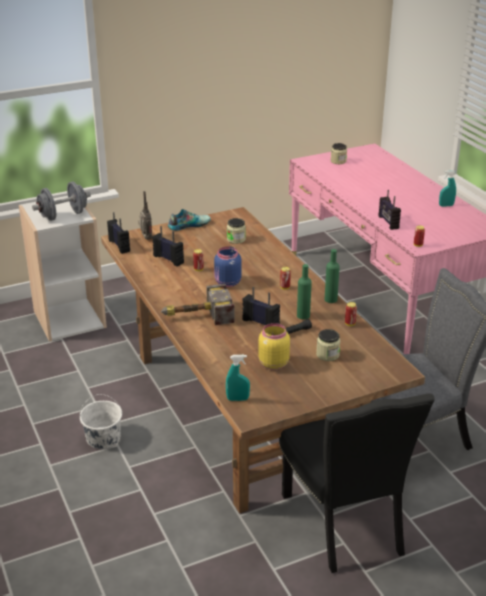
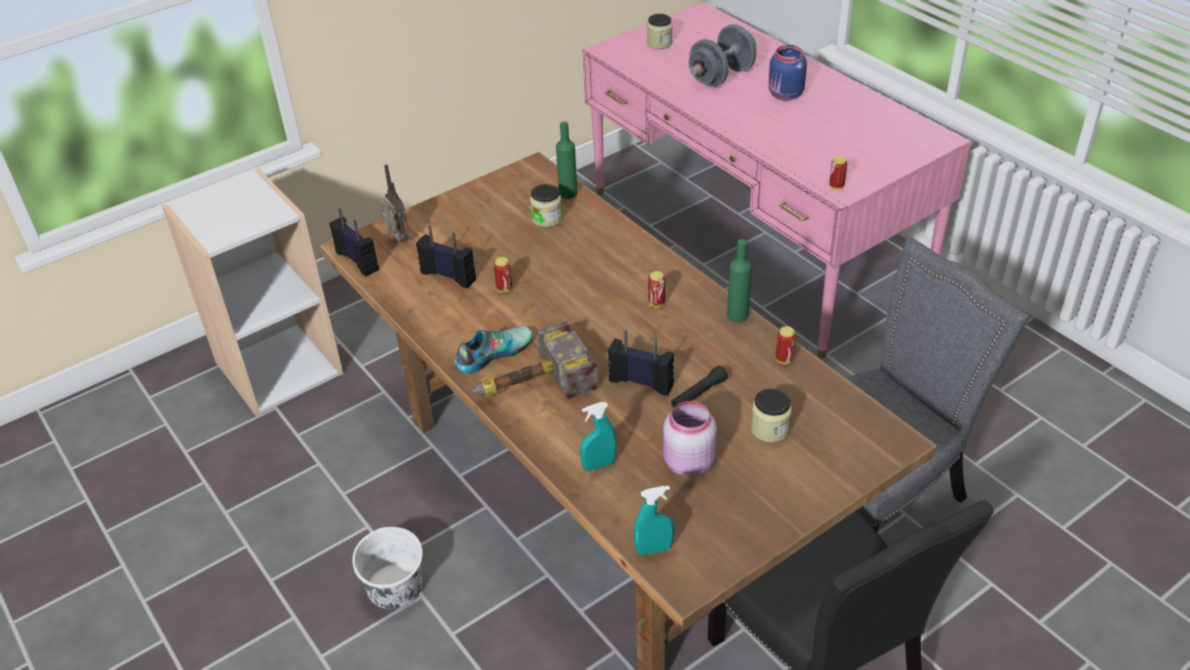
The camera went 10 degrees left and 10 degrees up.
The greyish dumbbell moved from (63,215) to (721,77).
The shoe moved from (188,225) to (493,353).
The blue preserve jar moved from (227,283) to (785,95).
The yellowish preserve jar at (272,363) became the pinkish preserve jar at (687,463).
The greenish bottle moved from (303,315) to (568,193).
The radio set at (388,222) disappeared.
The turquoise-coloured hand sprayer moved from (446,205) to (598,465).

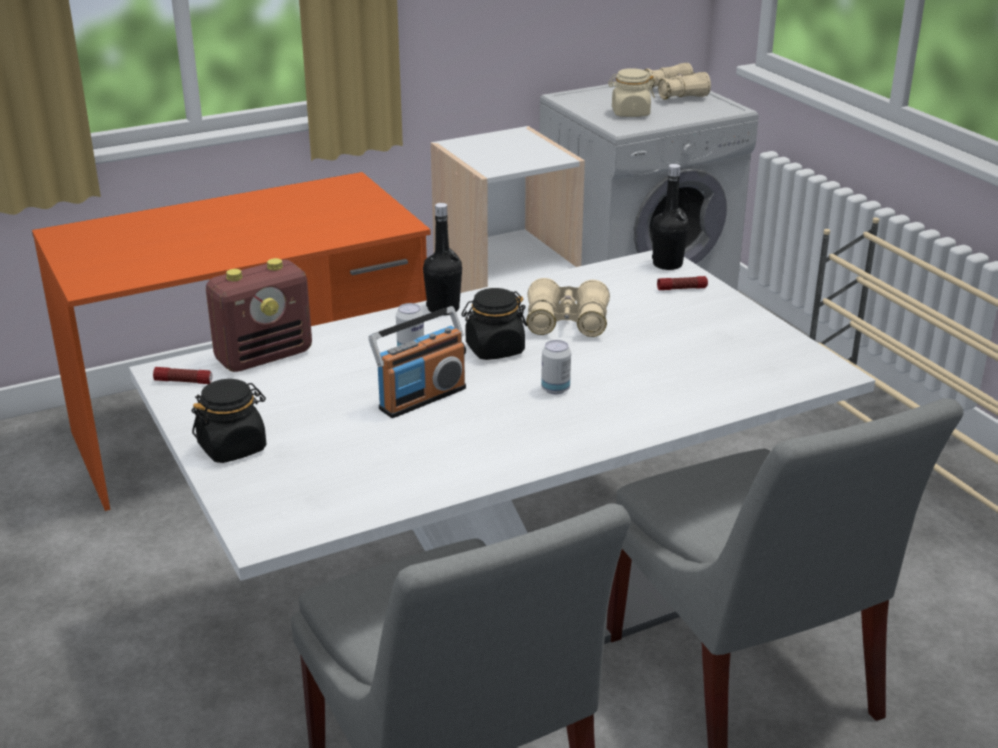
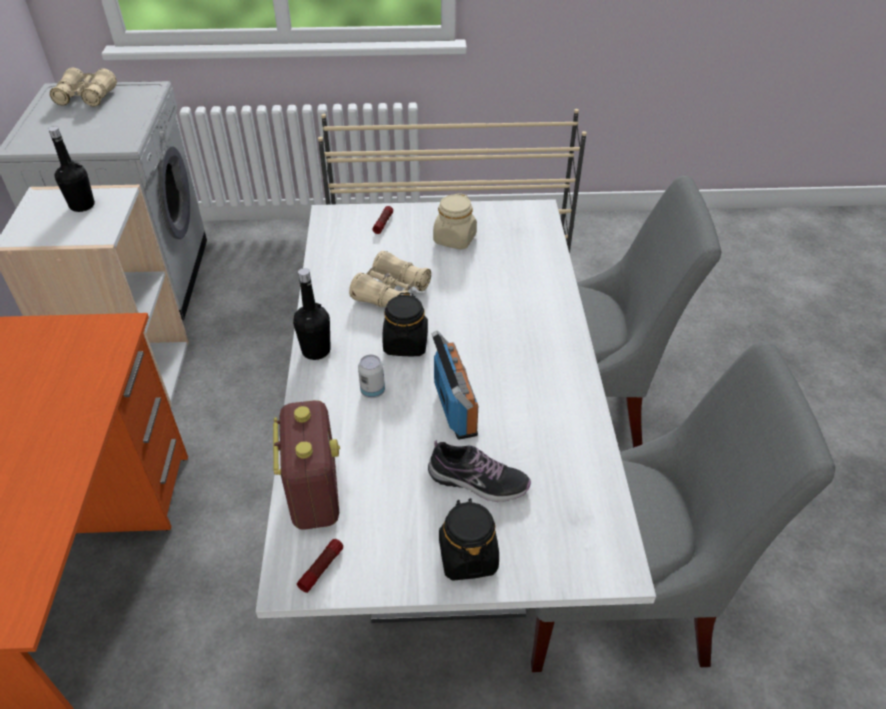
The camera went 65 degrees left and 15 degrees up.
The sealed can at (555,389) disappeared.
The beige preserve jar moved from (630,113) to (454,239).
The black-coloured bottle moved from (667,264) to (82,205).
The shoe at (478,481) appeared.

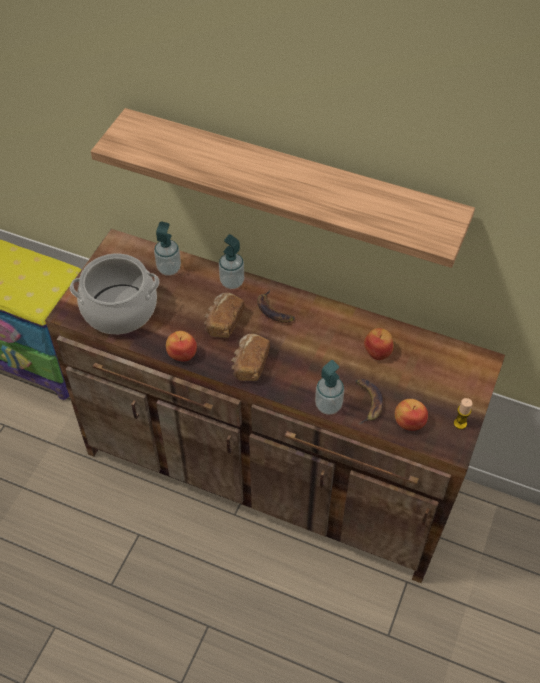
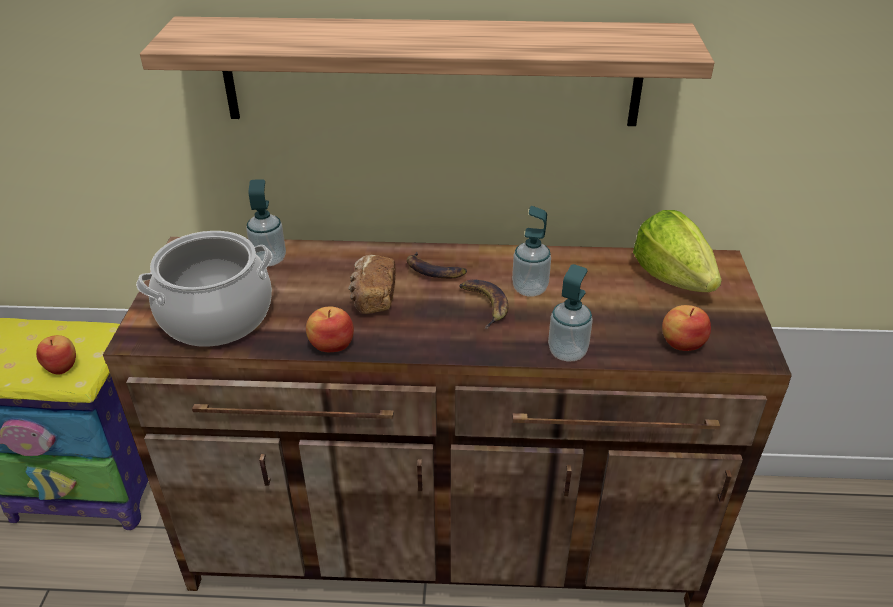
The camera went 20 degrees left and 15 degrees down.
The liquid soap bottle moved from (232,282) to (529,289).
The baked bread at (249,364) disappeared.
The banana moved from (367,402) to (484,304).
The apple moved from (378,351) to (62,366).
The wax candle at (460,423) disappeared.
The lettuce head at (672,277) appeared.

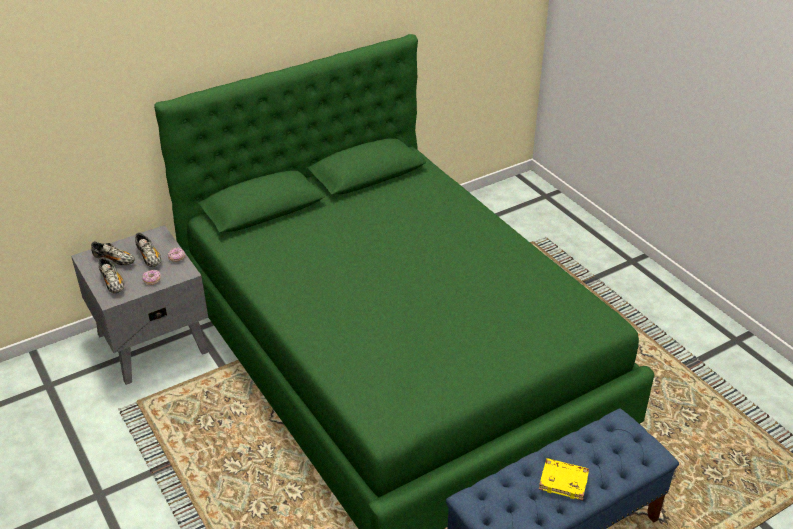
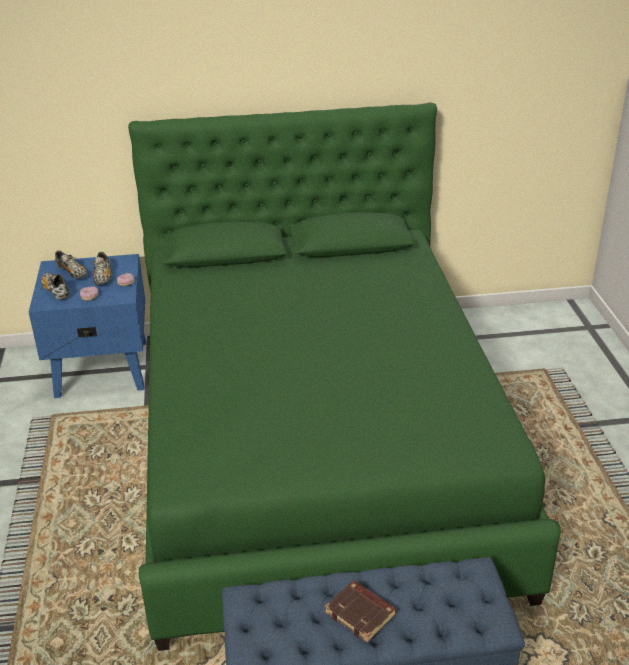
The camera went 25 degrees right and 5 degrees down.
The greyish nightstand at (153,342) became the blue nightstand at (103,368).
The shoe at (113,283) turned 150 degrees clockwise.
The yellowish volume at (564,481) became the brown volume at (361,614).

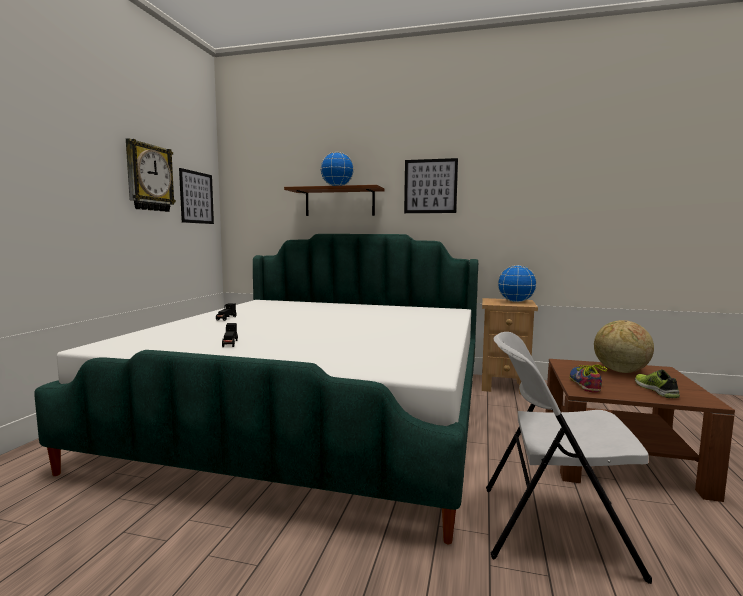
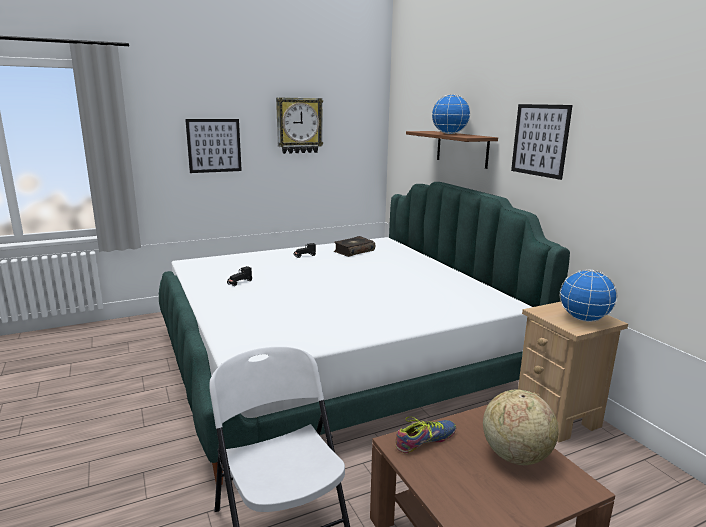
The camera went 50 degrees right and 10 degrees up.
The wall art moved from (196,197) to (214,145).
The shoe at (656,390) disappeared.
The volume at (353,251) appeared.

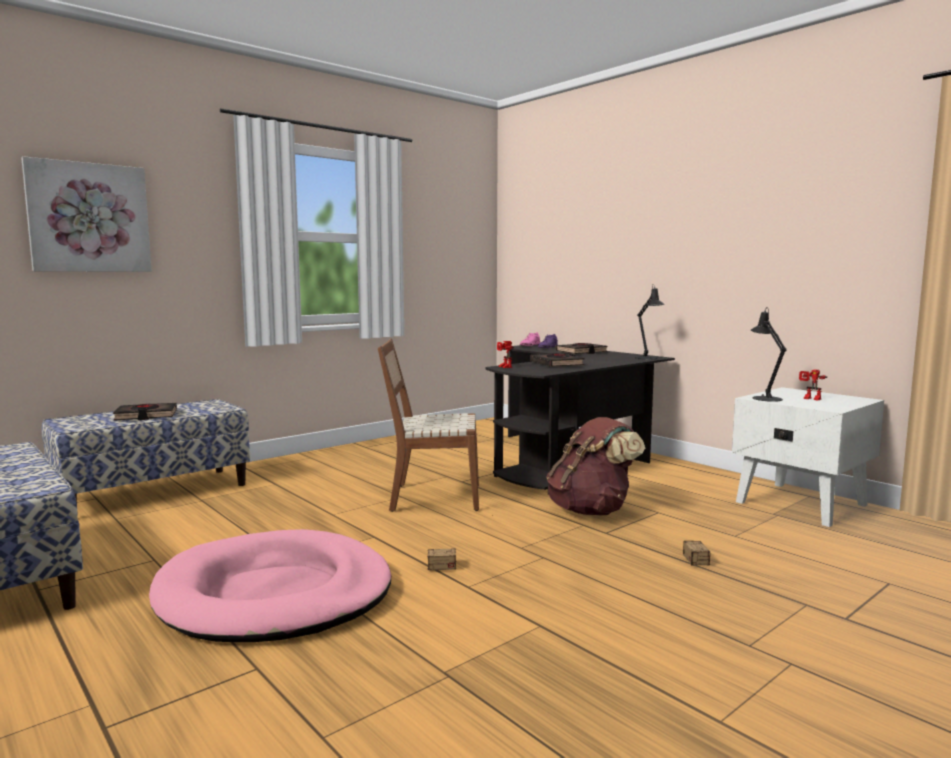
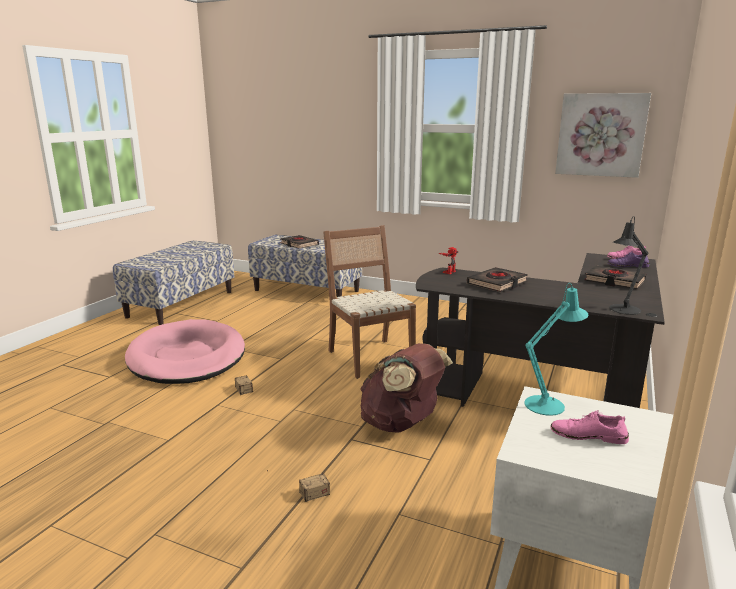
The camera went 65 degrees right and 10 degrees up.
The wall art moved from (89,218) to (601,135).
The black-coloured tabletop lamp at (765,398) became the turquoise-coloured tabletop lamp at (548,403).
The toy robot at (810,399) was replaced by the pinkish shoe at (588,435).

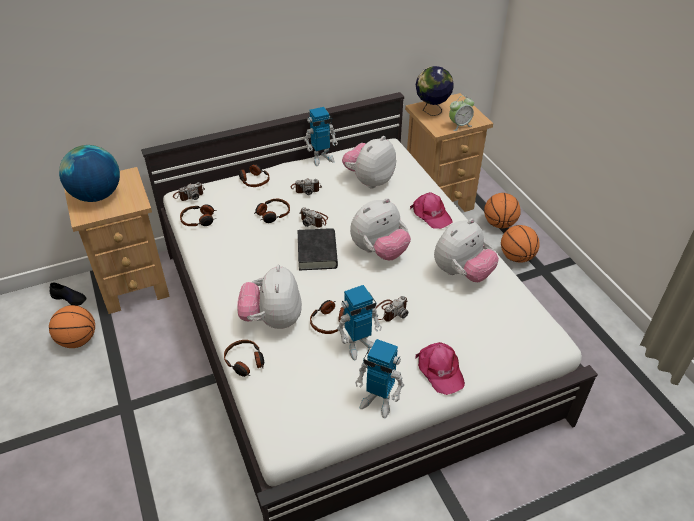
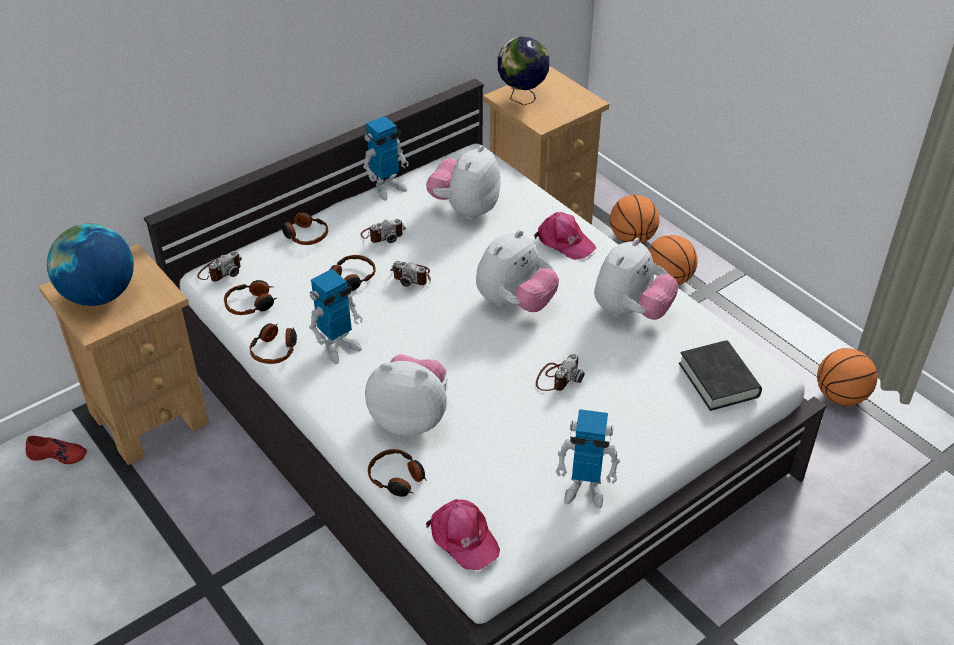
The camera went 15 degrees left and 0 degrees up.
The black-coloured shoe at (69,298) became the reddish shoe at (58,455).
The ball for basketball moved from (78,340) to (840,396).
The cuddly toy at (272,320) turned 120 degrees clockwise.
The black-coloured volume moved from (317,253) to (718,380).
The headset moved from (330,321) to (275,349).
The toy robot moved from (359,345) to (338,347).
The pinkish baseball cap moved from (440,370) to (463,538).
The table clock at (459,125) disappeared.

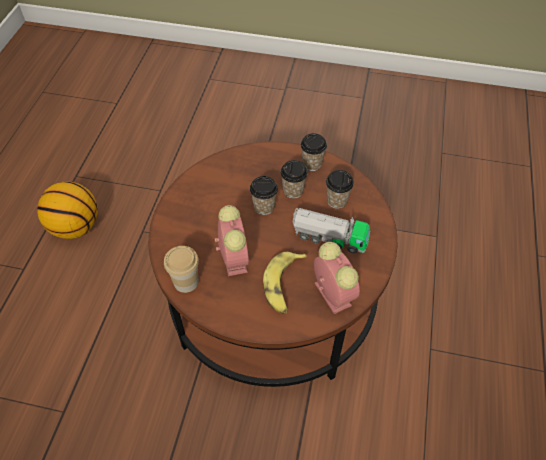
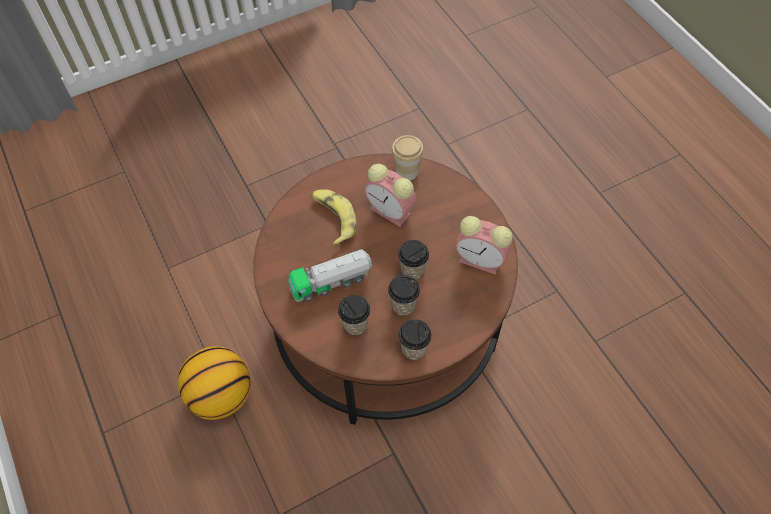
The camera went 140 degrees right and 5 degrees up.
The ball for basketball moved from (76,227) to (221,395).
The table clock moved from (331,293) to (482,260).

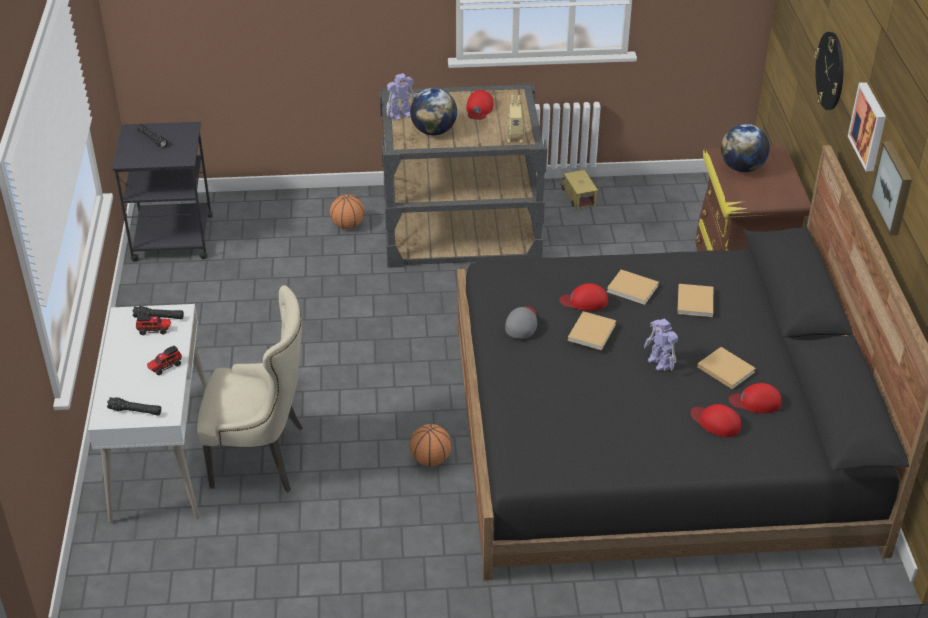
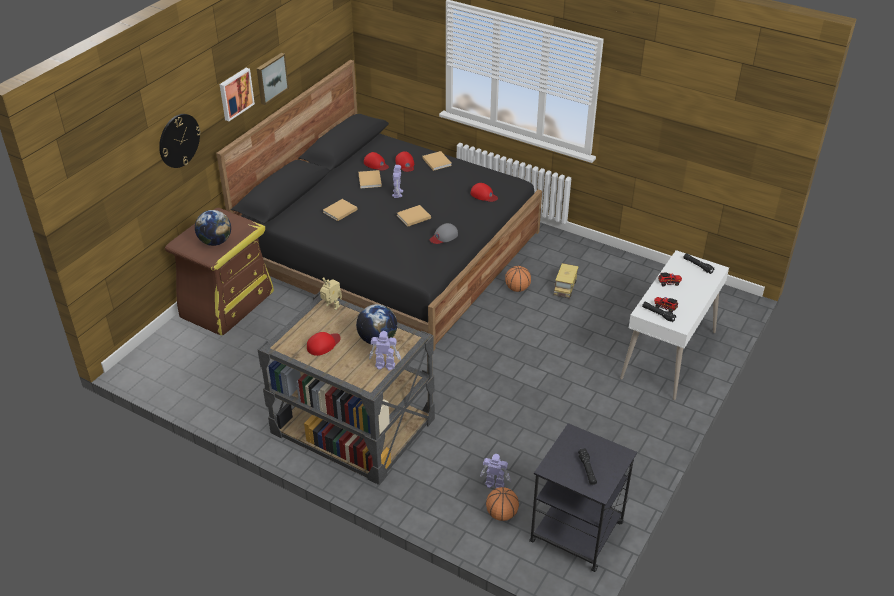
The camera went 145 degrees left and 0 degrees up.
The beige upright chair at (261,458) disappeared.
The ball for basketball moved from (348,225) to (501,514).
The reddish baseball cap moved from (584,301) to (484,195).
The toy truck moved from (578,196) to (565,287).
The beige volume moved from (633,289) to (436,161).
The toy robot at (494,484) appeared.

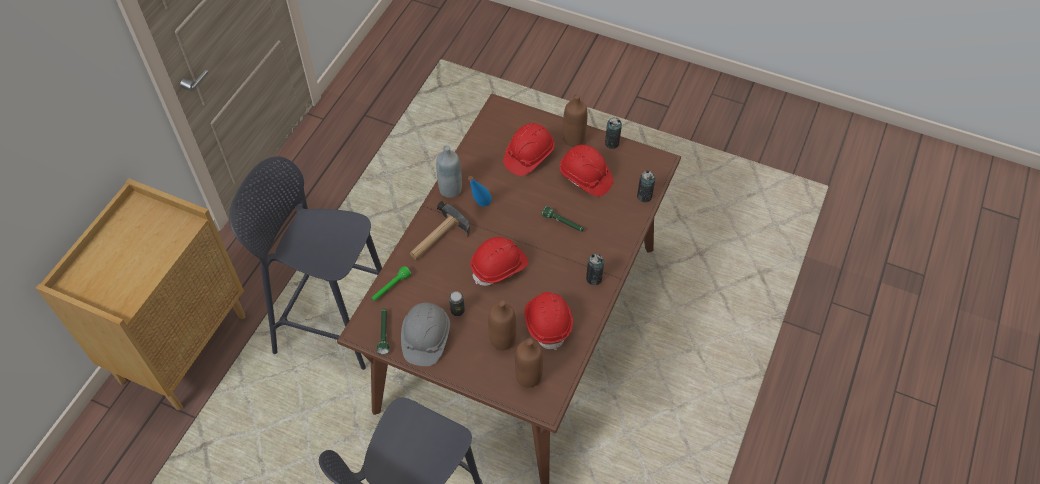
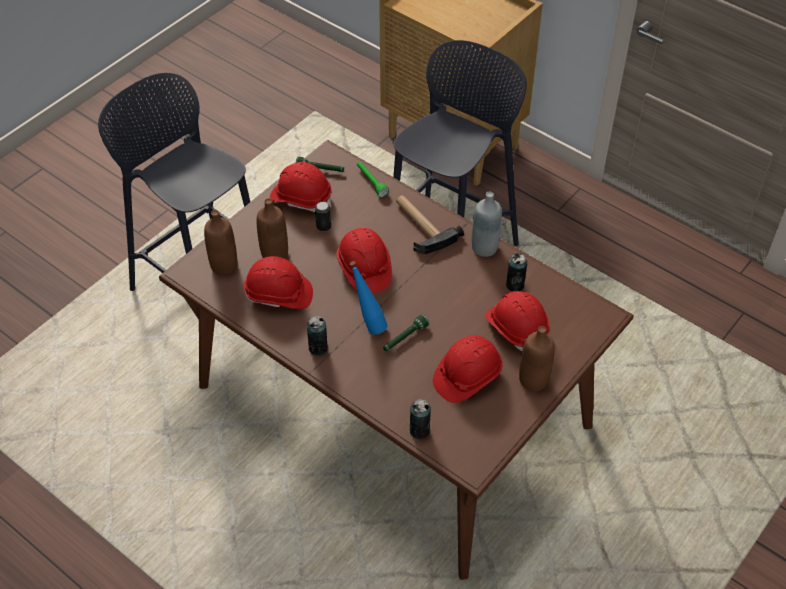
The camera went 105 degrees right and 5 degrees down.
The greyish work helmet at (425,338) became the reddish work helmet at (301,198).
The blue bottle moved from (479,207) to (368,324).
The sealed can moved from (612,143) to (515,285).

